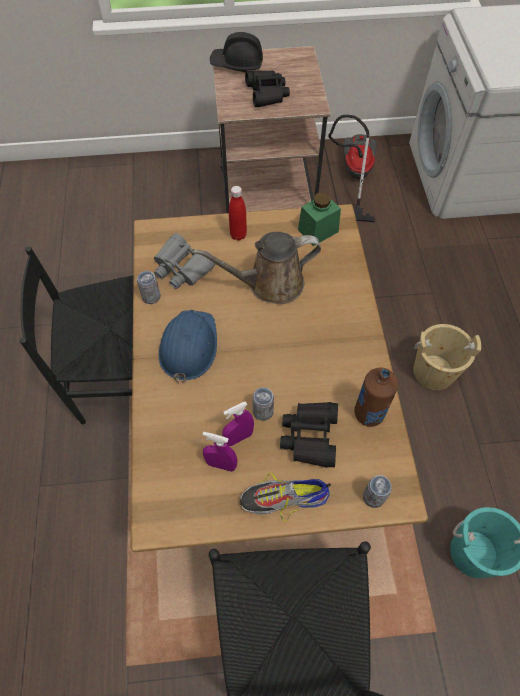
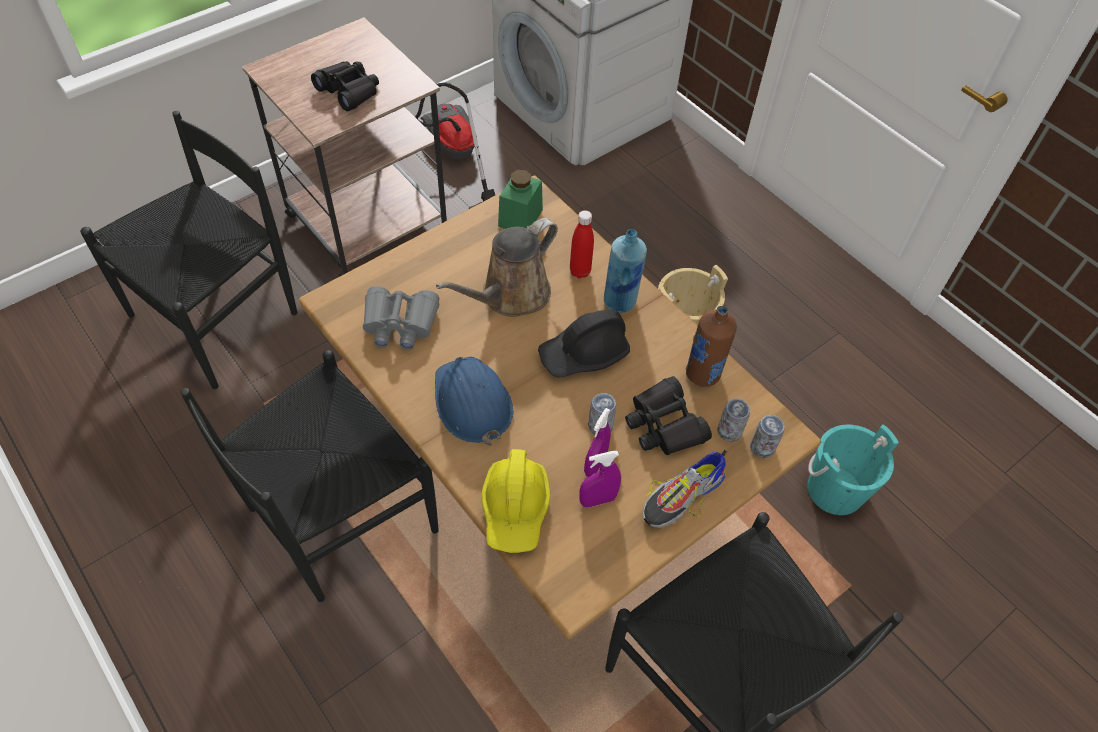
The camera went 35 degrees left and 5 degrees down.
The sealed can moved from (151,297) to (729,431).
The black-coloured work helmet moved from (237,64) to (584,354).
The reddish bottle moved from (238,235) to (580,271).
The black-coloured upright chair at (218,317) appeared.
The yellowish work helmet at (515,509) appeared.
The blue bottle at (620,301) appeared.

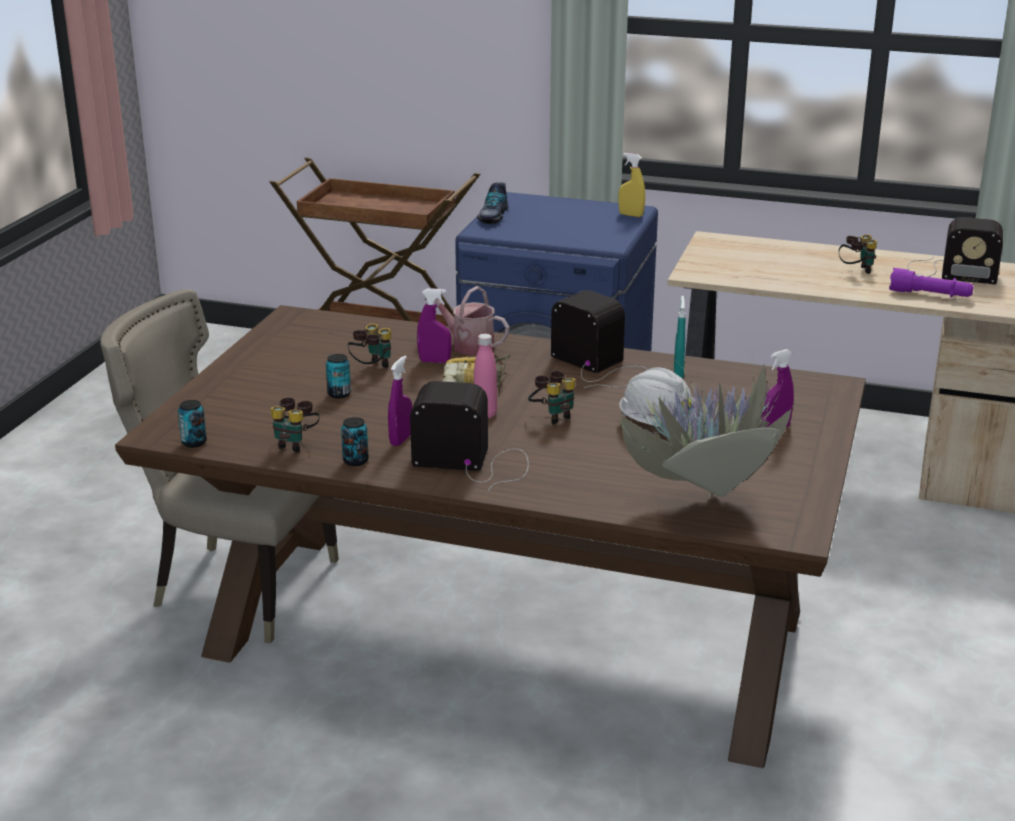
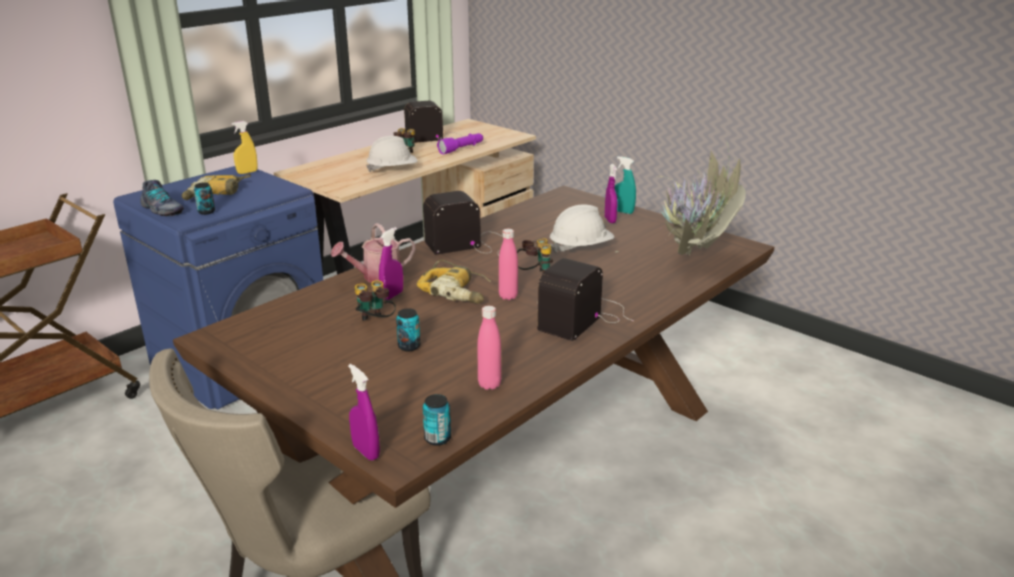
The camera went 65 degrees left and 0 degrees up.
The pair of binoculars at (295,444) was replaced by the pinkish bottle at (489,384).
The sealed can moved from (355,461) to (206,212).
The purplish hand sprayer moved from (401,440) to (366,452).
The turquoise-coloured hand sprayer moved from (678,374) to (622,212).
The radio set at (949,272) turned 150 degrees counterclockwise.
The power drill at (217,194) appeared.
The white work helmet at (392,170) appeared.

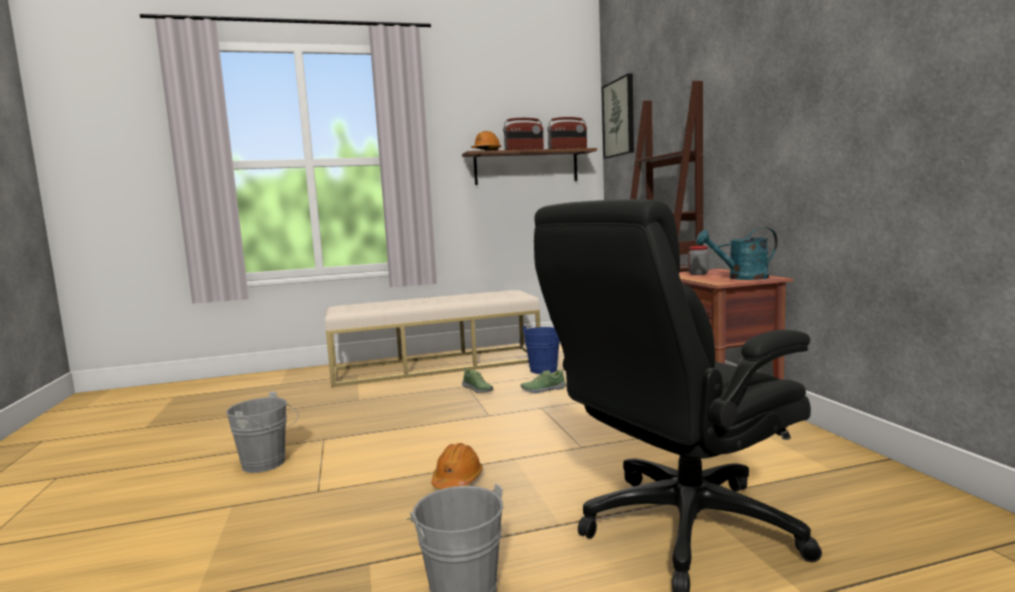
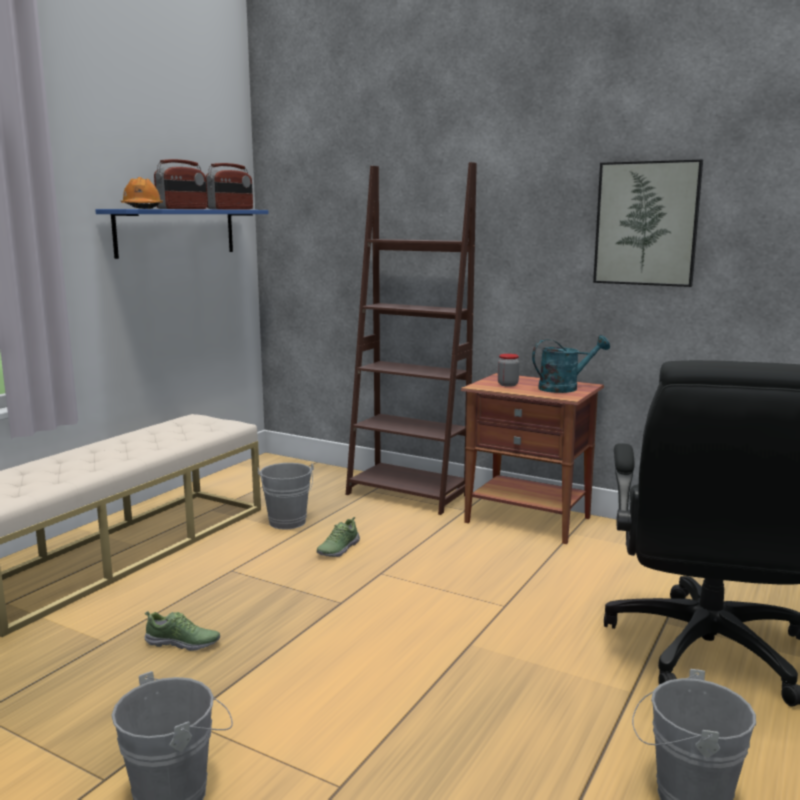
The camera went 45 degrees left and 5 degrees up.
The orangey work helmet at (457,480) disappeared.
The brown wall shelf at (526,167) became the blue wall shelf at (176,232).
The shoe moved from (478,389) to (183,643).
The blue water bucket at (542,371) became the greyish water bucket at (288,524).
The wall art moved from (619,118) to (646,223).
The turquoise-coloured sprinkling can at (741,278) turned 150 degrees counterclockwise.

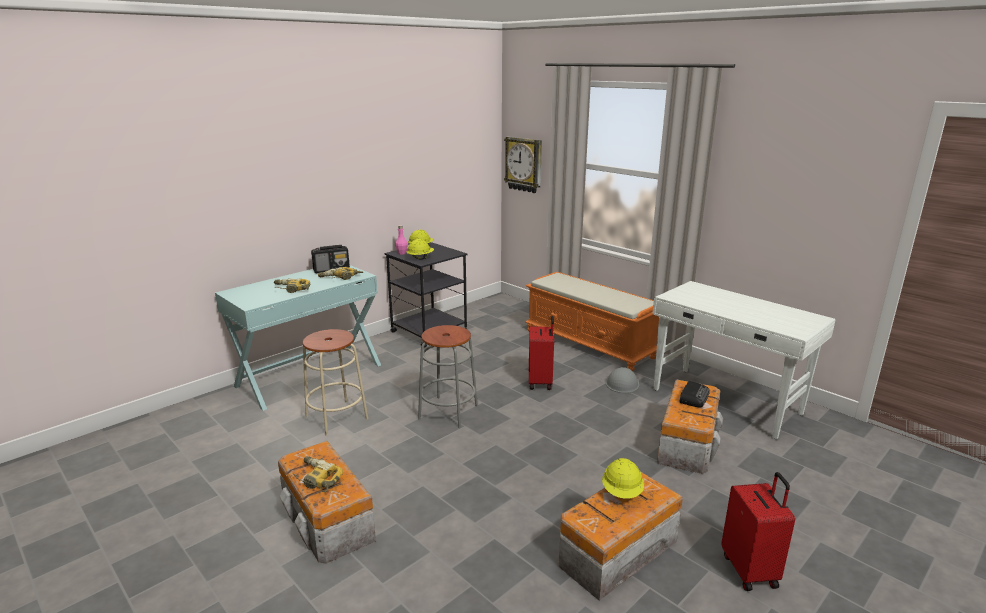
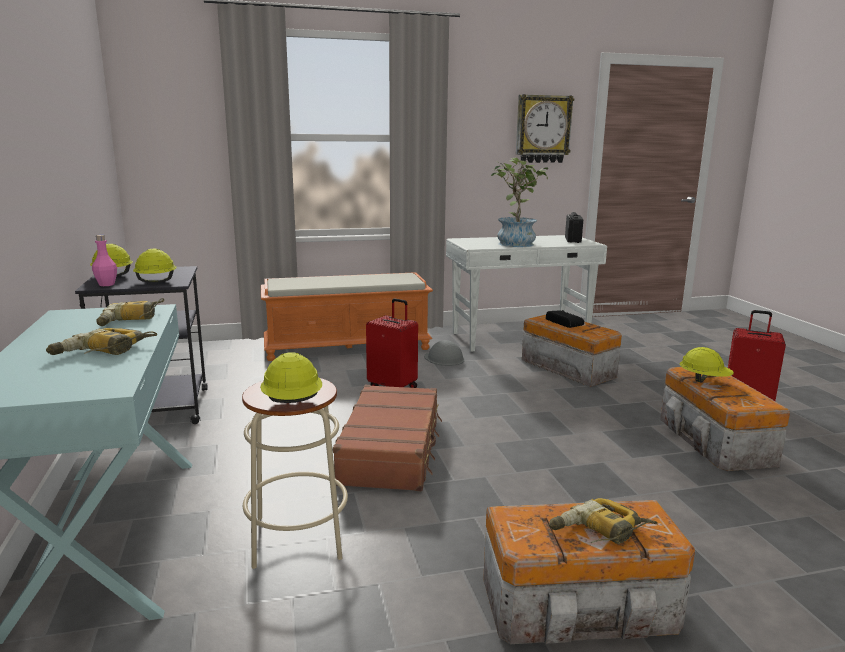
The camera went 60 degrees left and 5 degrees down.
The radio set moved from (332,270) to (573,240).
The greyish sitting stool at (448,412) was replaced by the brown suitcase at (392,450).
The clock on the wall moved from (524,164) to (542,129).
The yellowish work helmet at (293,403) appeared.
The potted plant at (516,243) appeared.

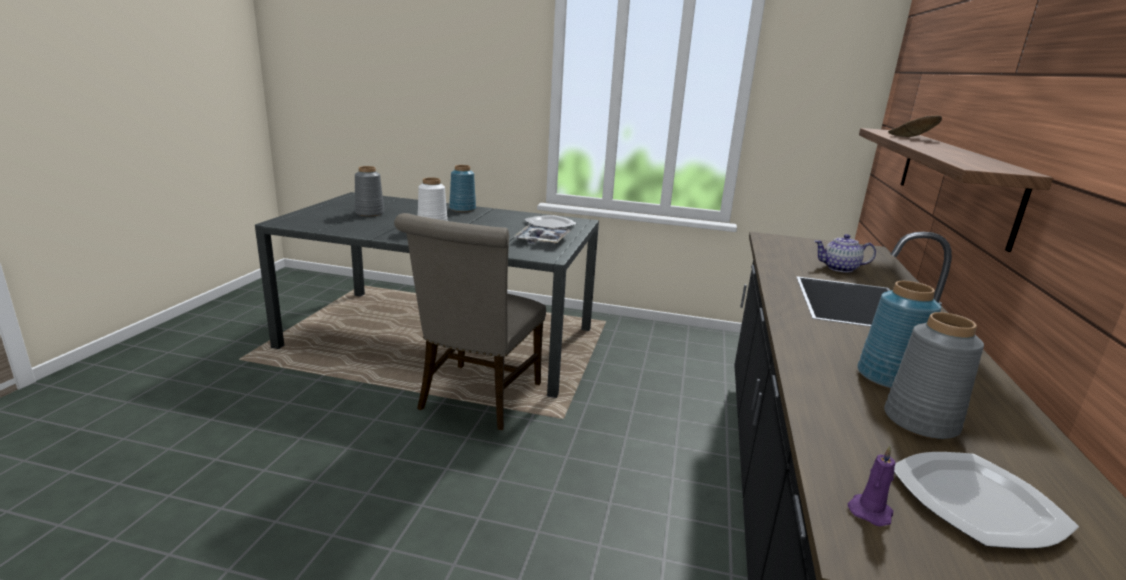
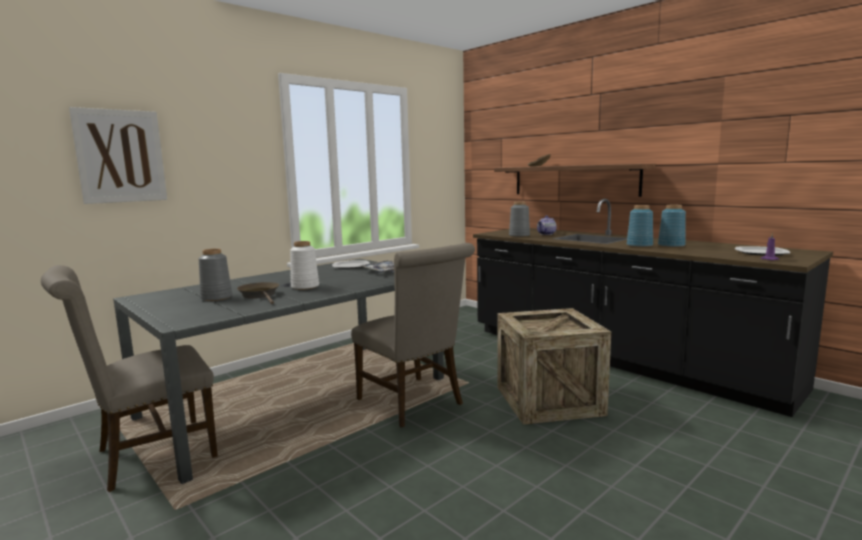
The camera went 55 degrees left and 10 degrees down.
The blue flower vase moved from (462,209) to (640,246).
The greyish flower vase moved from (921,422) to (519,236).
The beige upright chair at (148,456) appeared.
The wall art at (120,156) appeared.
The brown frying pan at (260,295) appeared.
The shipping crate at (548,400) appeared.

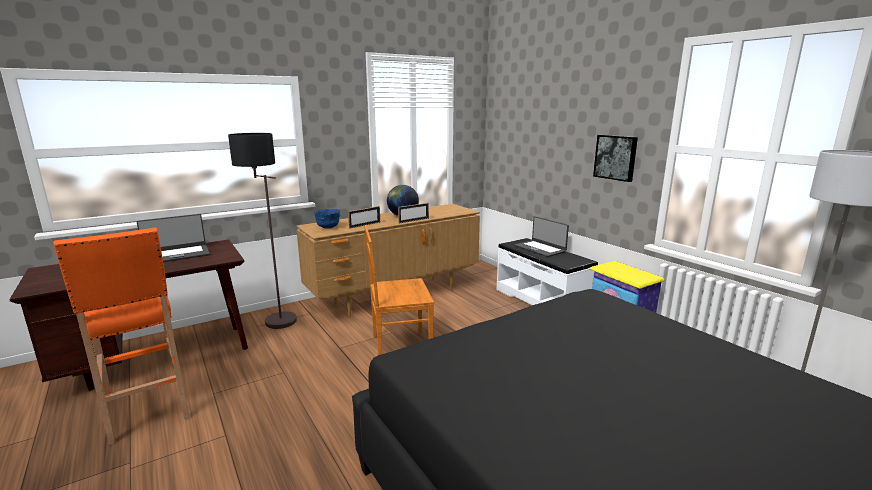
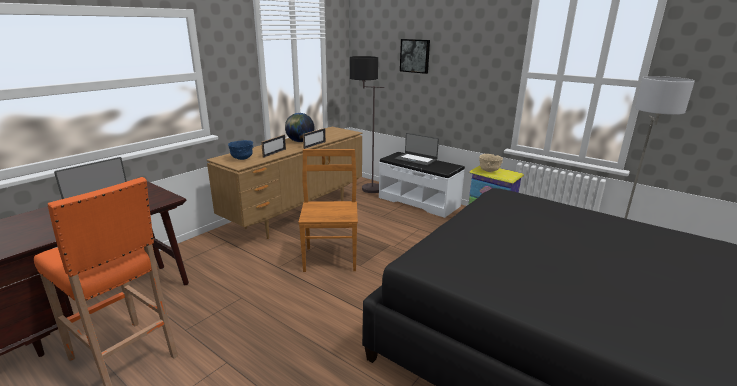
The camera went 20 degrees left and 5 degrees up.
The black-coloured standard lamp moved from (275,319) to (366,188).
The brown upright chair at (399,347) turned 120 degrees clockwise.
The wall art moved from (616,157) to (415,56).
The beige deep dish at (489,171) appeared.

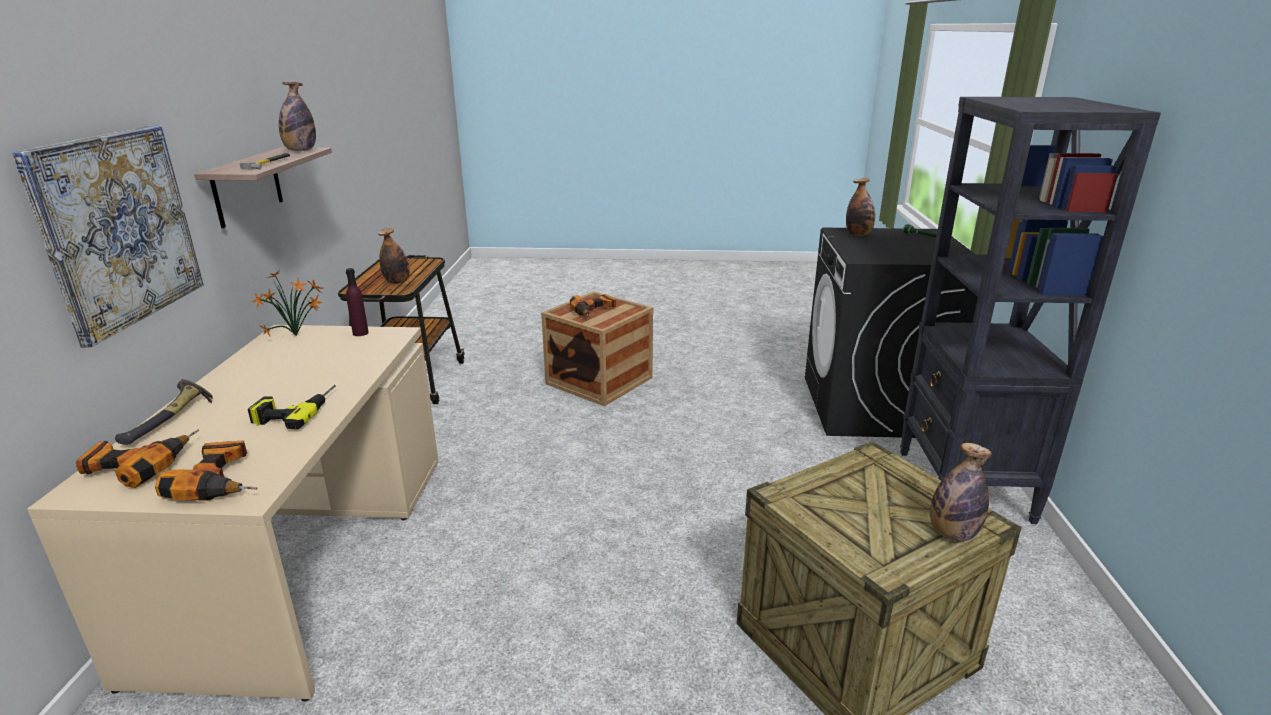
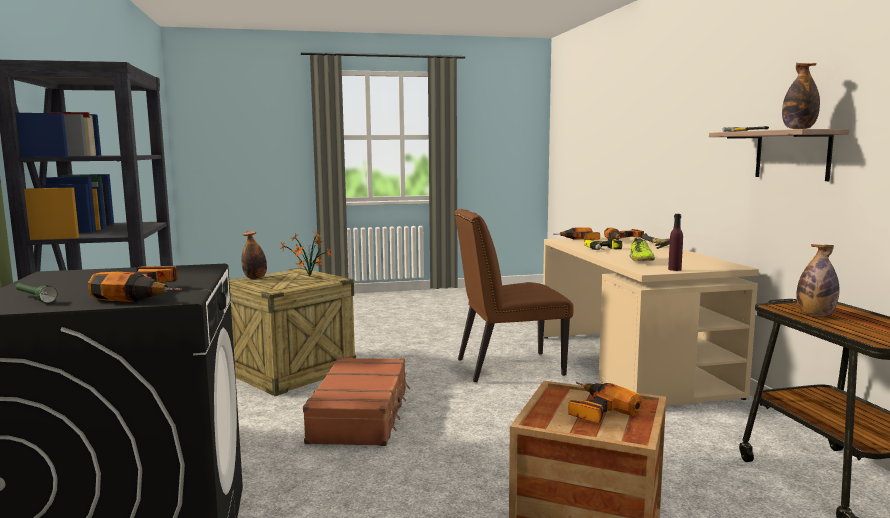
The camera went 165 degrees right and 15 degrees down.
The wall art at (118,229) disappeared.
The potted plant moved from (298,335) to (308,277).
The bottle at (858,234) was replaced by the power drill at (149,294).
The brown suitcase at (361,415) appeared.
The brown upright chair at (510,367) appeared.
The shoe at (641,260) appeared.

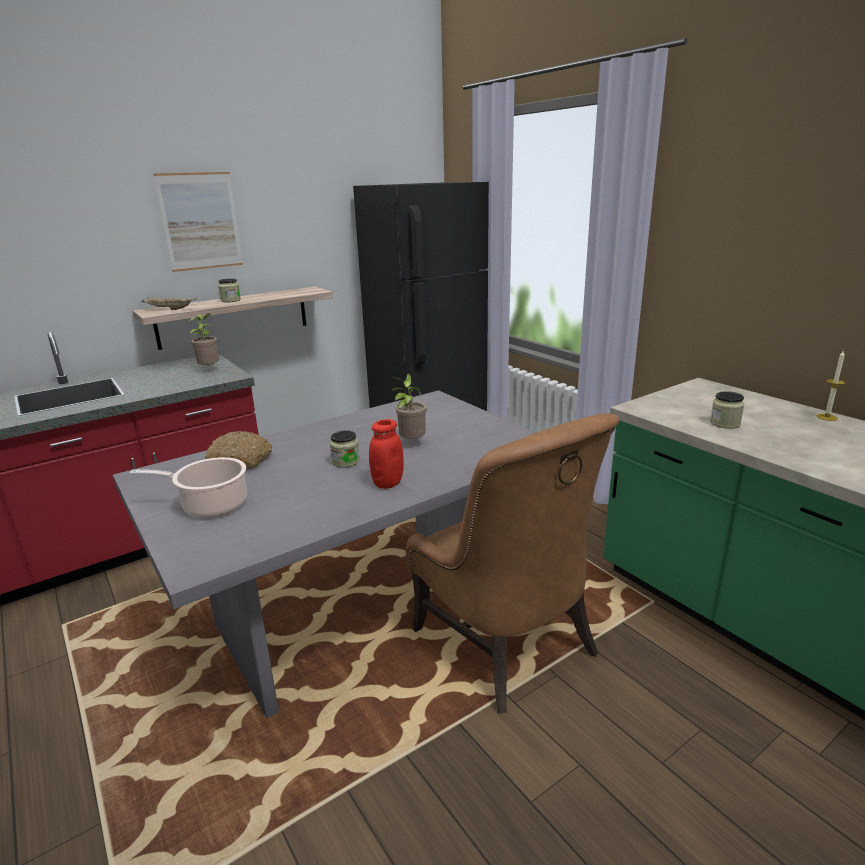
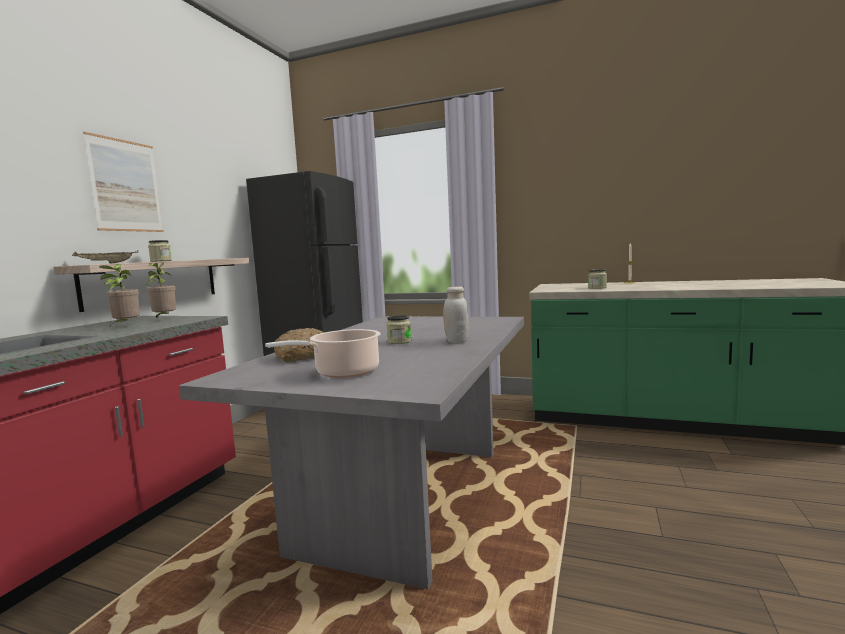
The camera went 35 degrees left and 15 degrees down.
The reddish preserve jar at (387,483) became the white preserve jar at (456,341).
The potted plant moved from (411,443) to (125,326).
The brown upright chair at (506,642) disappeared.

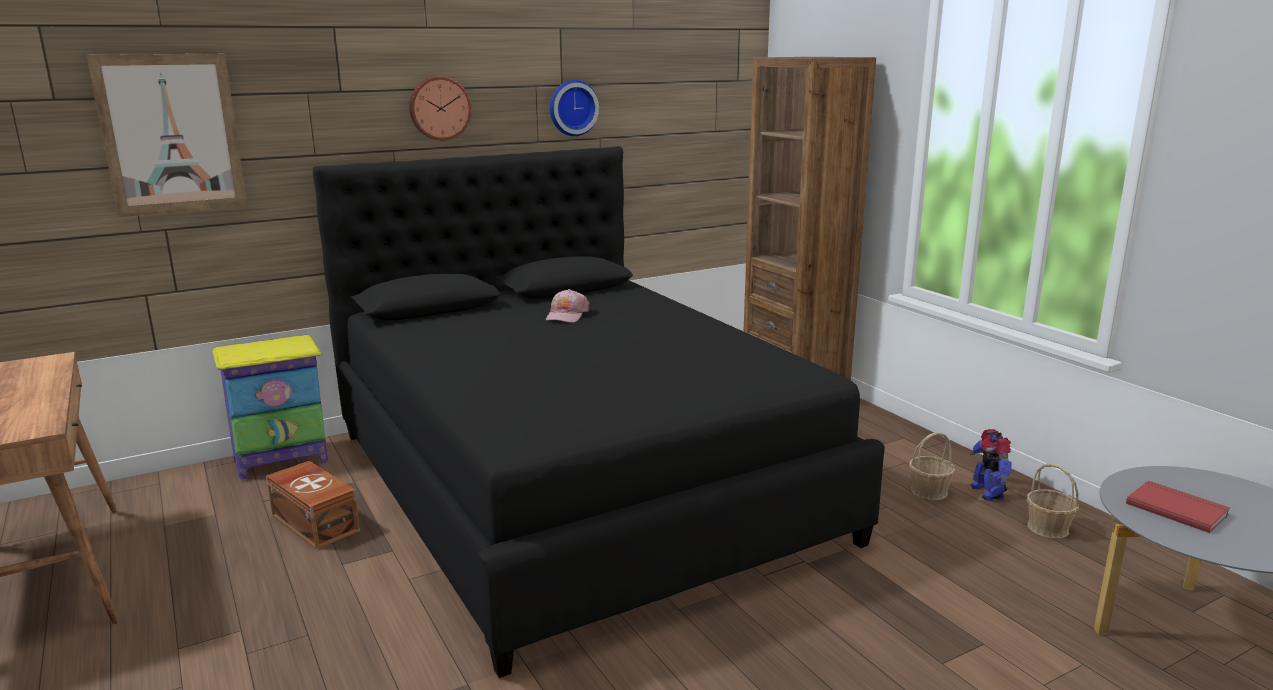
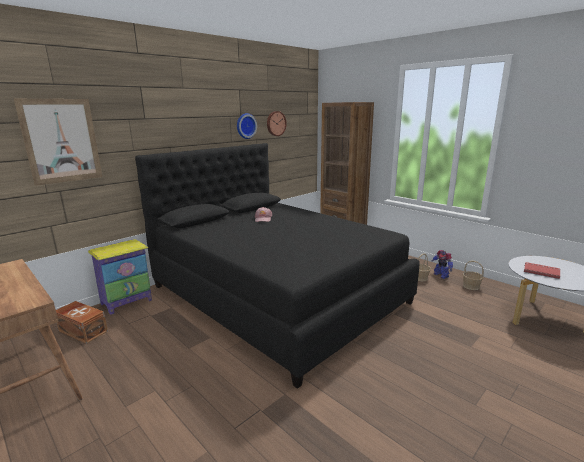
The camera went 15 degrees left and 0 degrees up.
The brown storage container moved from (316,522) to (83,330).
The clock on the wall moved from (439,108) to (275,123).

